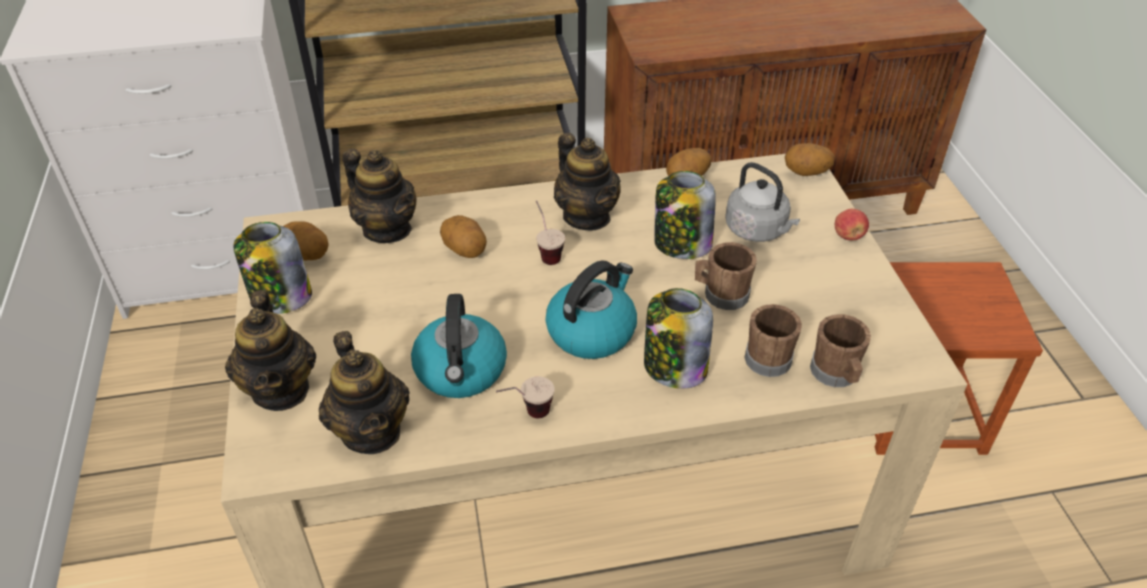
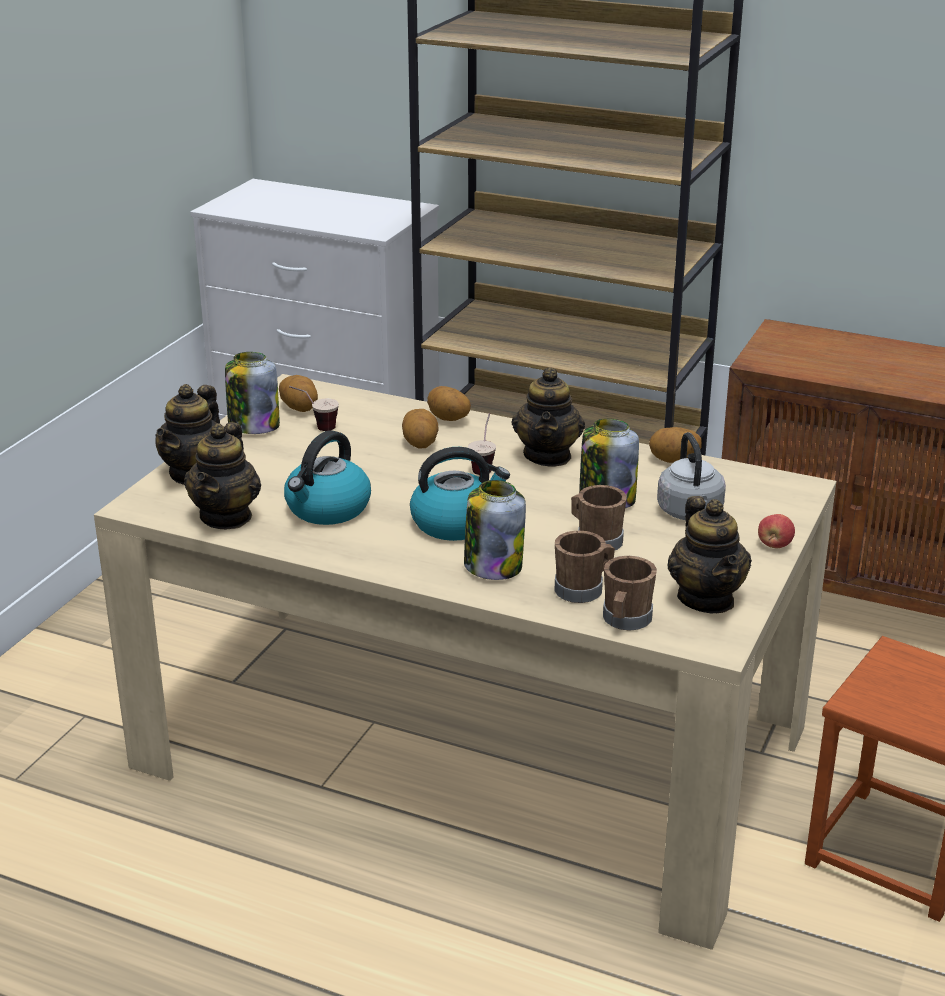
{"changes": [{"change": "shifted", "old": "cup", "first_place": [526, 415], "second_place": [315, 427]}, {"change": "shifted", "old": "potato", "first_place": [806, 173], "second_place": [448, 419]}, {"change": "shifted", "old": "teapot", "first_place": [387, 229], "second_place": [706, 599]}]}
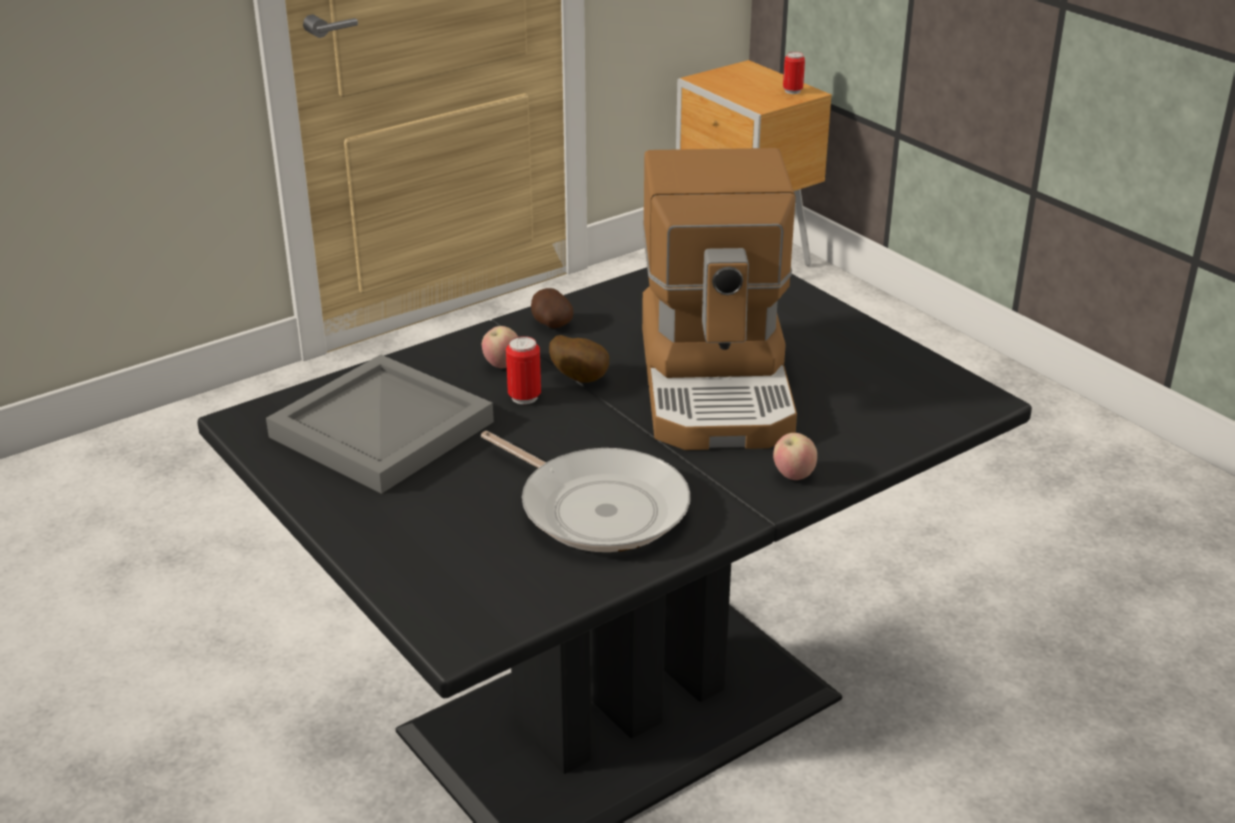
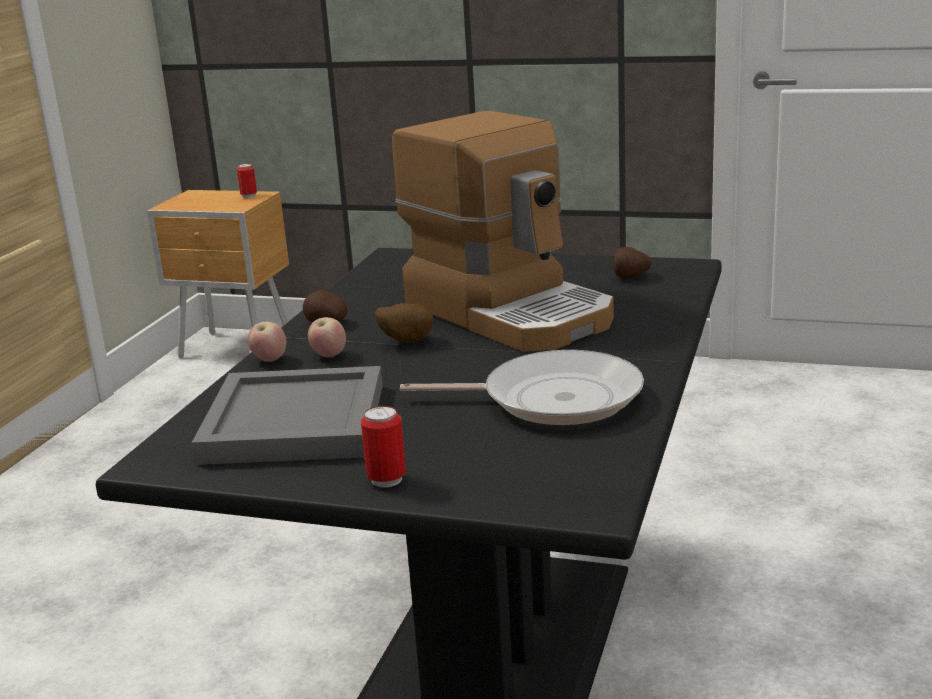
{"changes": [{"change": "shifted", "old": "apple", "first_place": [793, 475], "second_place": [269, 360]}, {"change": "shifted", "old": "can", "first_place": [524, 397], "second_place": [386, 479]}, {"change": "new", "new": "potato", "second_place": [630, 277]}]}
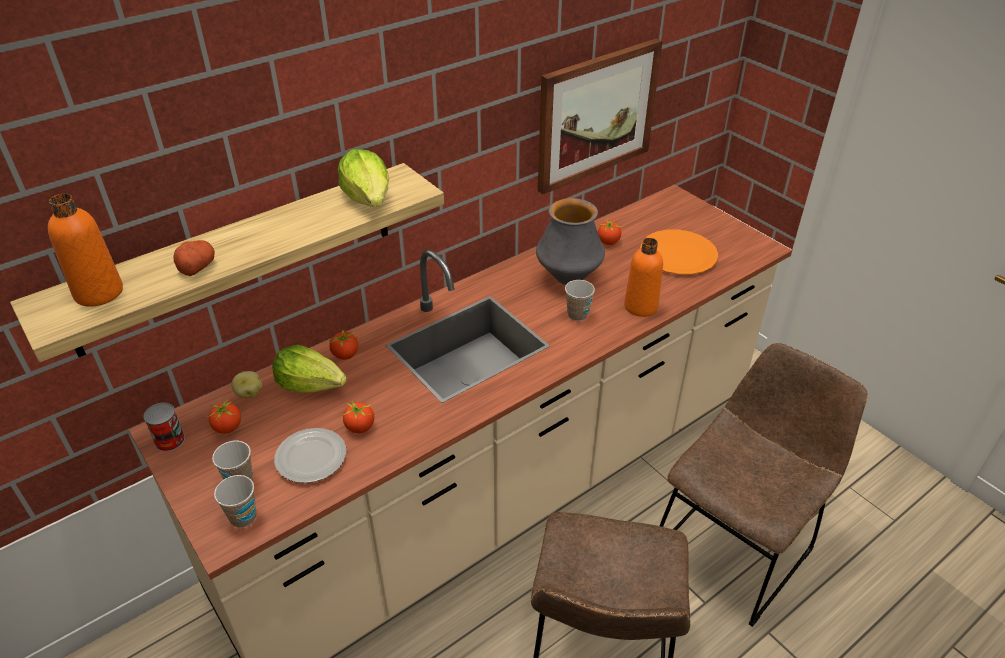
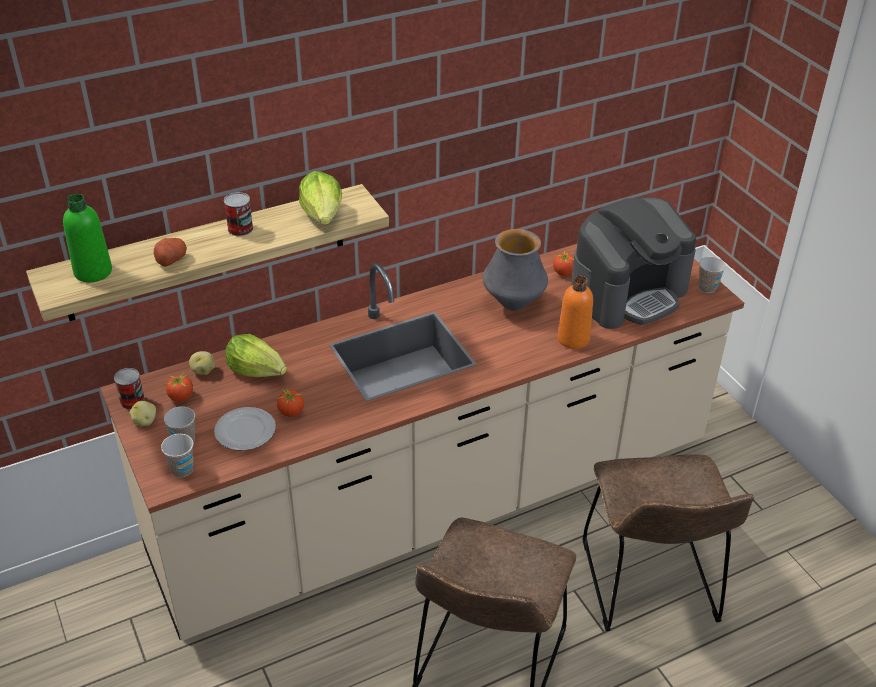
{"changes": [{"change": "repainted", "old": "orange_bottle", "new": "green_bottle", "first_place": [99, 293], "second_place": [93, 272]}, {"change": "new", "new": "potato", "second_place": [145, 421]}, {"change": "new", "new": "can", "second_place": [240, 229]}, {"change": "swapped", "old": "orange_plate", "new": "coffee_machine", "first_place": [678, 254], "second_place": [628, 293]}, {"change": "rotated", "old": "brown_chair", "first_place": [736, 546], "second_place": [650, 587], "degrees": 120}, {"change": "shifted", "old": "cup", "first_place": [577, 315], "second_place": [707, 288]}, {"change": "gone", "old": "tomato", "first_place": [345, 354]}, {"change": "gone", "old": "picture", "first_place": [596, 115]}]}
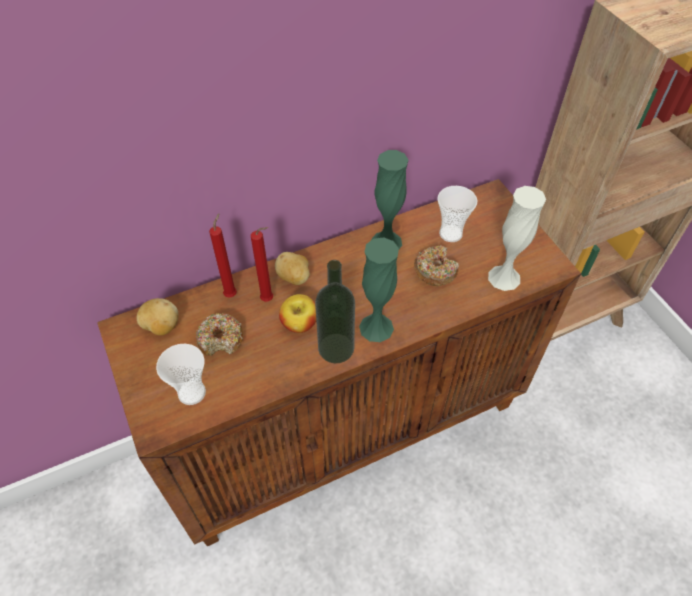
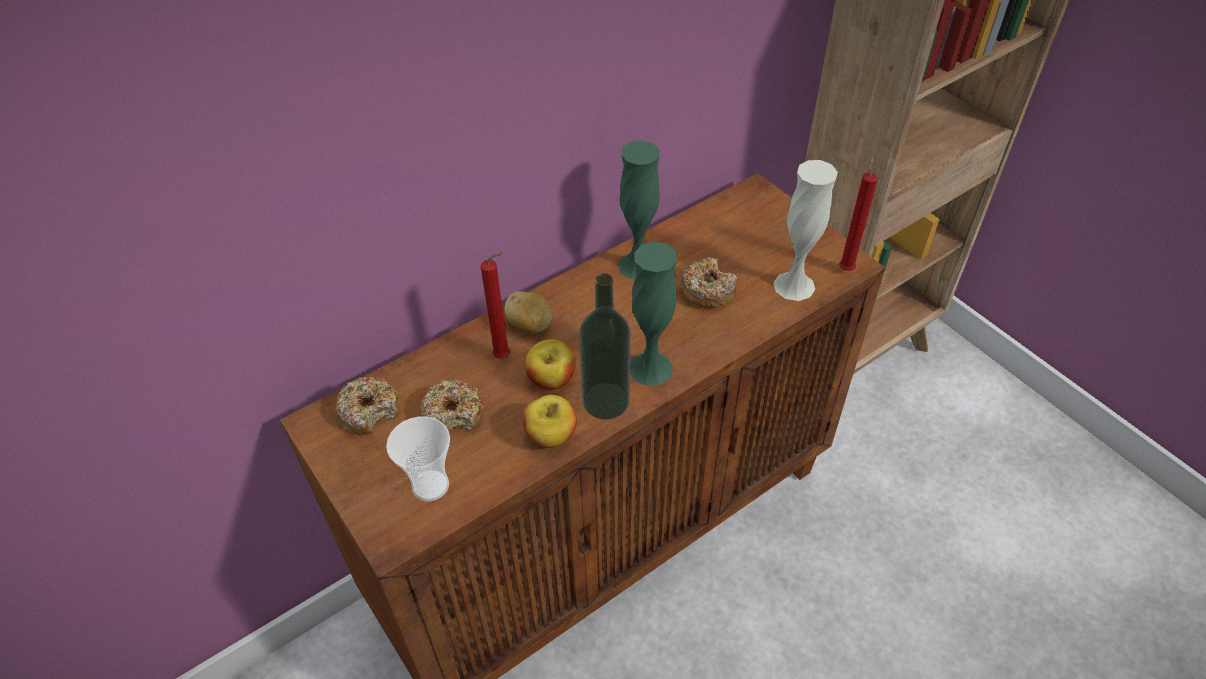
{"changes": [{"change": "swapped", "old": "potato", "new": "donut", "first_place": [161, 326], "second_place": [369, 411]}, {"change": "new", "new": "apple", "second_place": [550, 435]}, {"change": "shifted", "old": "red_candle", "first_place": [232, 293], "second_place": [846, 268]}, {"change": "gone", "old": "cup", "first_place": [450, 233]}]}
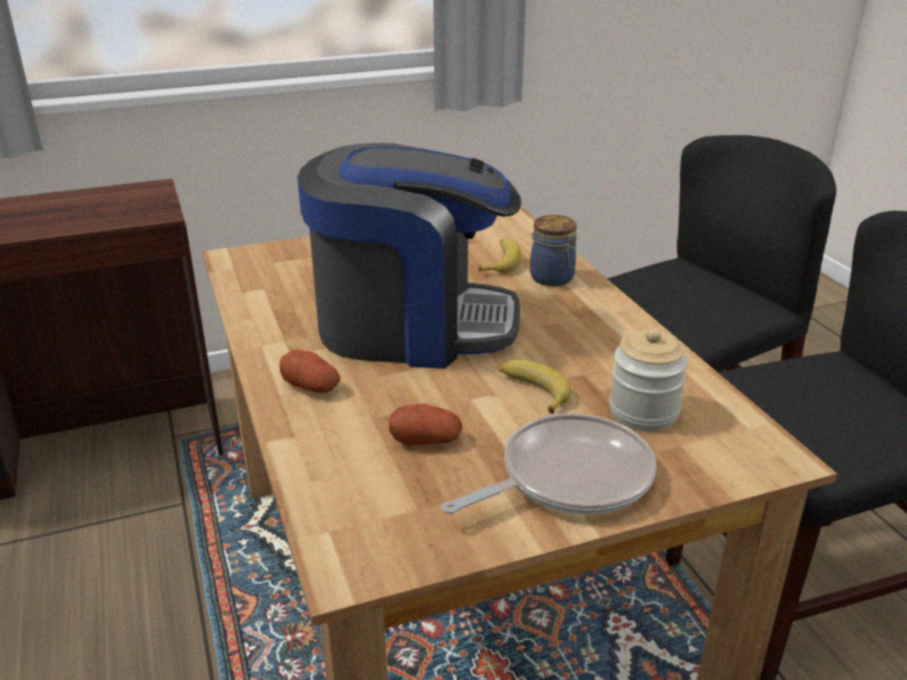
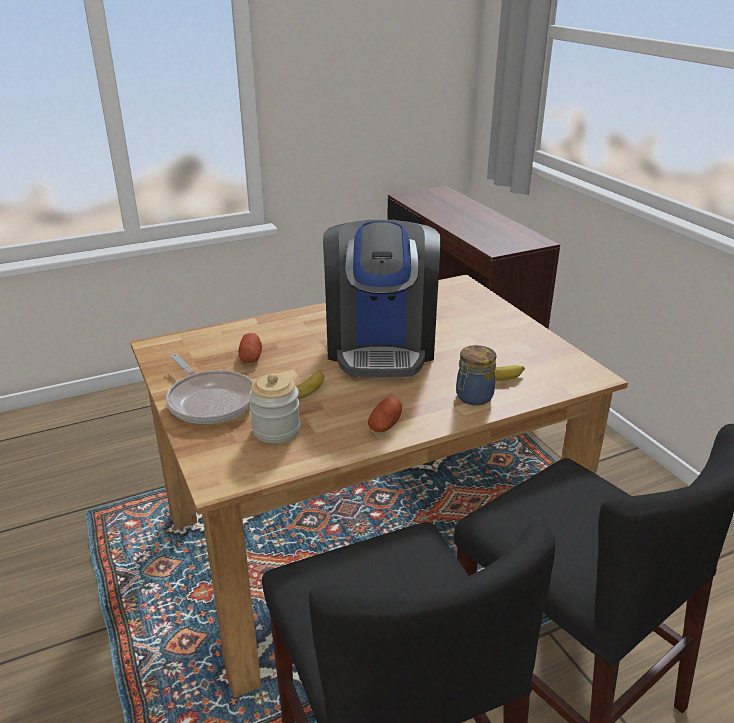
{"changes": [{"change": "shifted", "old": "potato", "first_place": [311, 386], "second_place": [385, 425]}]}
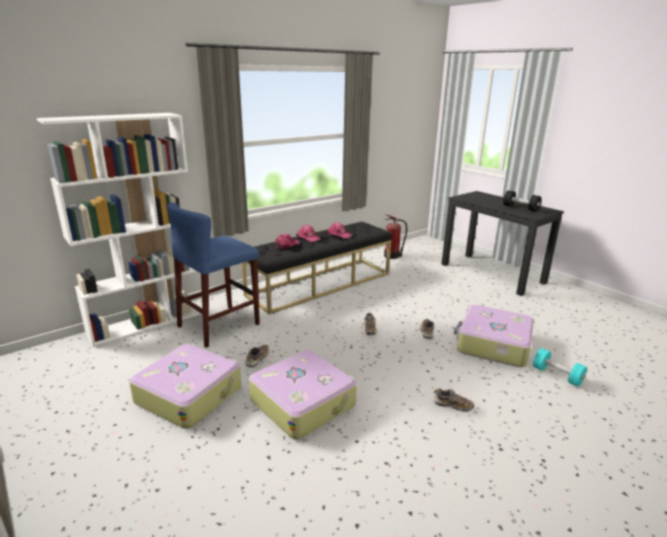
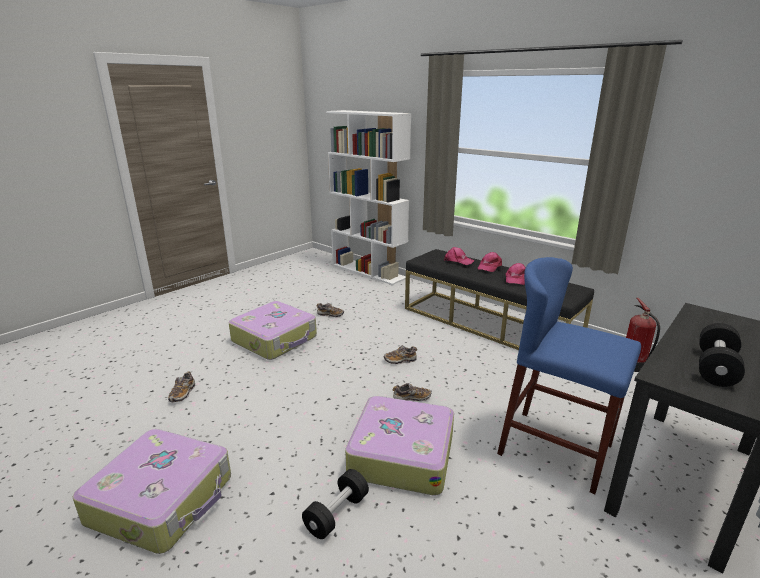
{"changes": [{"change": "shifted", "old": "suitcase", "first_place": [189, 394], "second_place": [163, 499]}, {"change": "shifted", "old": "shoe", "first_place": [452, 405], "second_place": [183, 394]}, {"change": "repainted", "old": "turquoise_dumbbell", "new": "black_dumbbell", "first_place": [557, 375], "second_place": [337, 514]}, {"change": "shifted", "old": "blue_stool", "first_place": [219, 325], "second_place": [555, 449]}]}
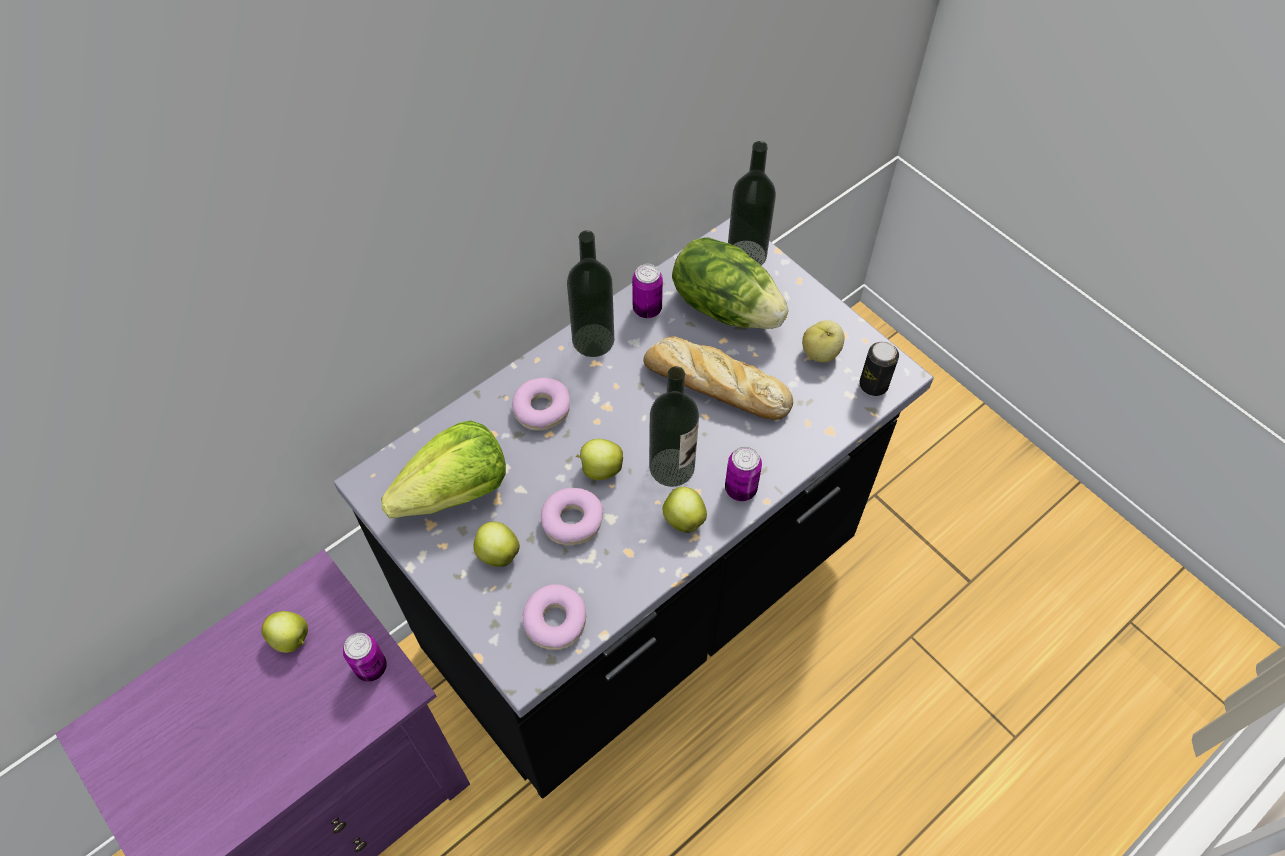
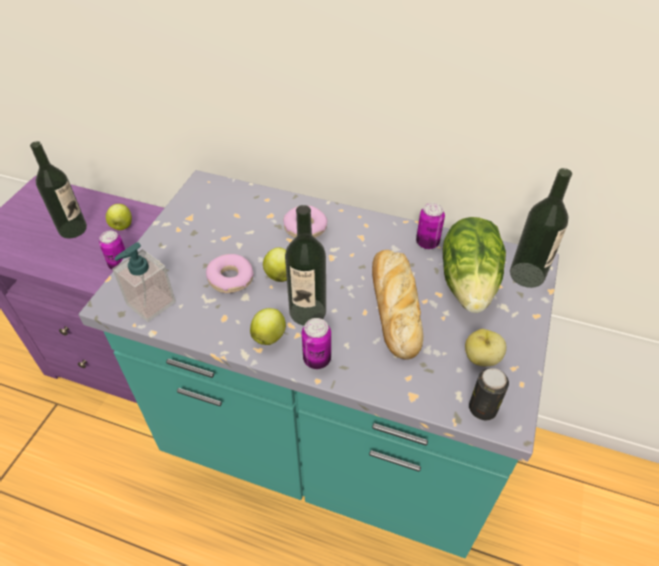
{"changes": [{"change": "shifted", "old": "bottle", "first_place": [593, 340], "second_place": [72, 229]}, {"change": "repainted", "old": "black_counter", "new": "turquoise_counter", "first_place": [642, 603], "second_place": [329, 447]}, {"change": "swapped", "old": "donut", "new": "soap_dispenser", "first_place": [555, 621], "second_place": [151, 303]}, {"change": "gone", "old": "lettuce", "first_place": [456, 492]}, {"change": "gone", "old": "apple", "first_place": [497, 553]}]}
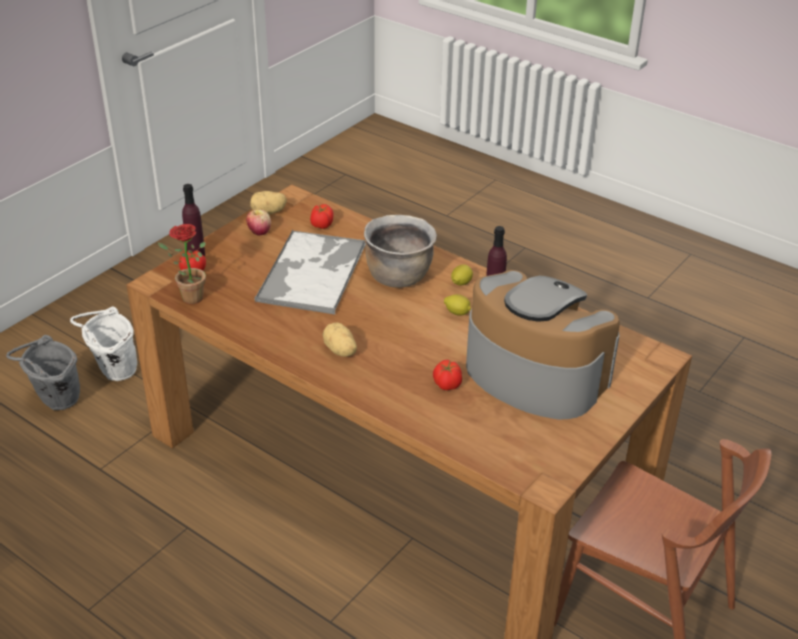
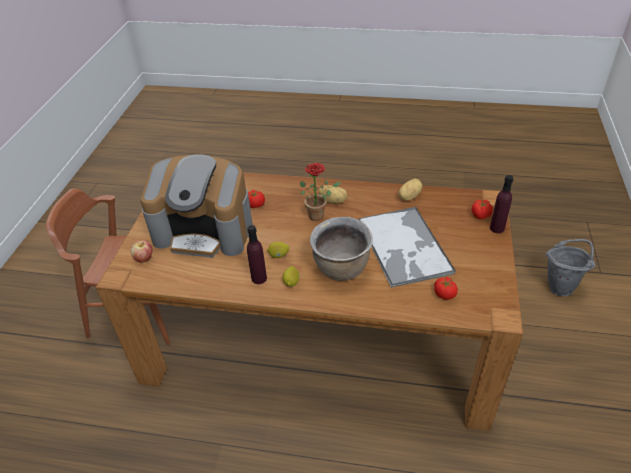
{"changes": [{"change": "shifted", "old": "apple", "first_place": [259, 232], "second_place": [144, 259]}, {"change": "shifted", "old": "potted_plant", "first_place": [188, 297], "second_place": [319, 215]}, {"change": "shifted", "old": "potato", "first_place": [268, 212], "second_place": [408, 196]}, {"change": "gone", "old": "white_bucket", "first_place": [113, 373]}]}
